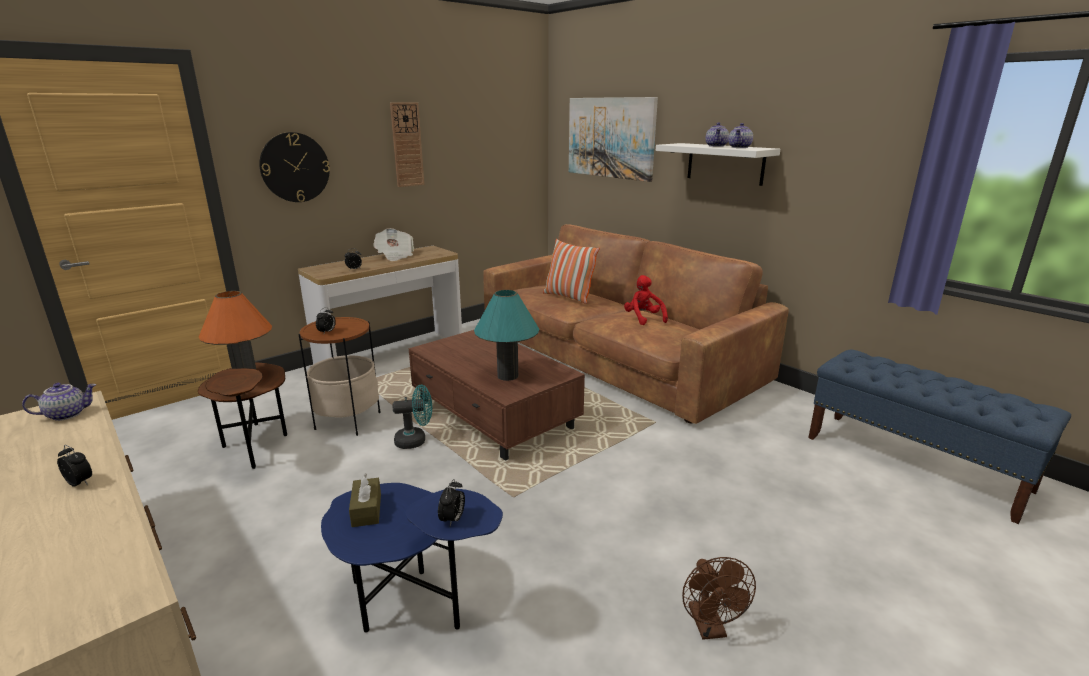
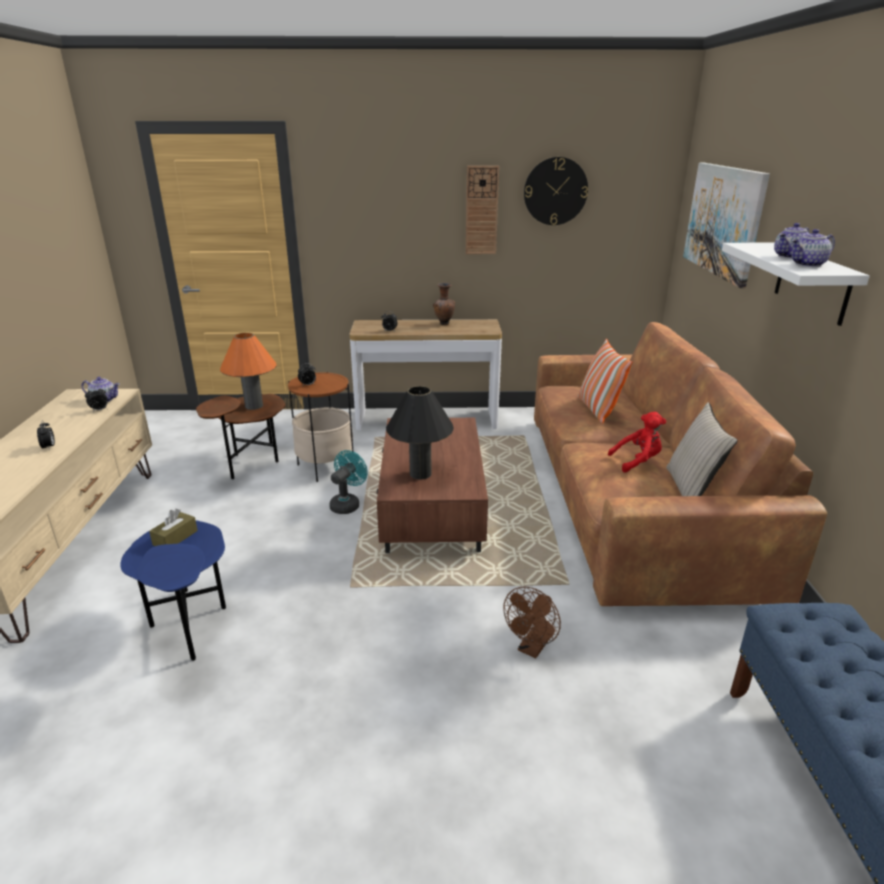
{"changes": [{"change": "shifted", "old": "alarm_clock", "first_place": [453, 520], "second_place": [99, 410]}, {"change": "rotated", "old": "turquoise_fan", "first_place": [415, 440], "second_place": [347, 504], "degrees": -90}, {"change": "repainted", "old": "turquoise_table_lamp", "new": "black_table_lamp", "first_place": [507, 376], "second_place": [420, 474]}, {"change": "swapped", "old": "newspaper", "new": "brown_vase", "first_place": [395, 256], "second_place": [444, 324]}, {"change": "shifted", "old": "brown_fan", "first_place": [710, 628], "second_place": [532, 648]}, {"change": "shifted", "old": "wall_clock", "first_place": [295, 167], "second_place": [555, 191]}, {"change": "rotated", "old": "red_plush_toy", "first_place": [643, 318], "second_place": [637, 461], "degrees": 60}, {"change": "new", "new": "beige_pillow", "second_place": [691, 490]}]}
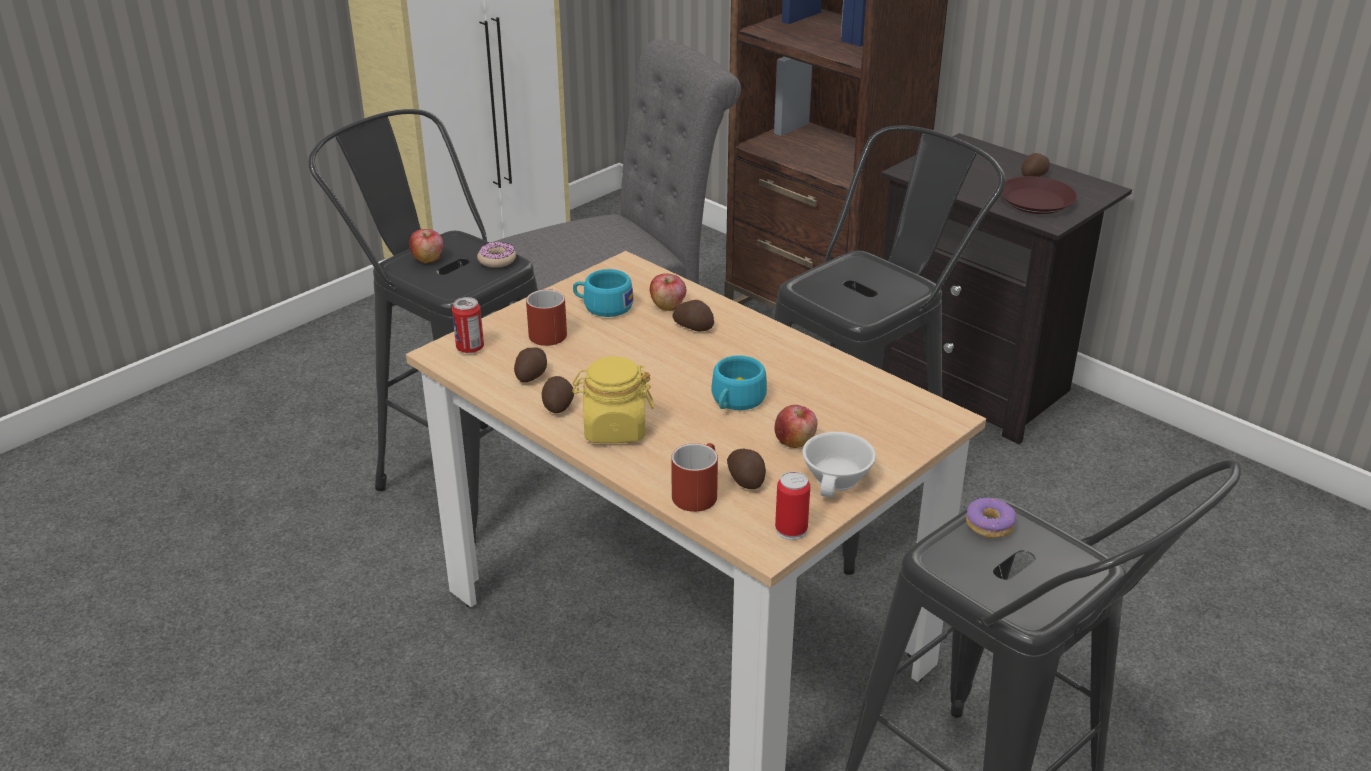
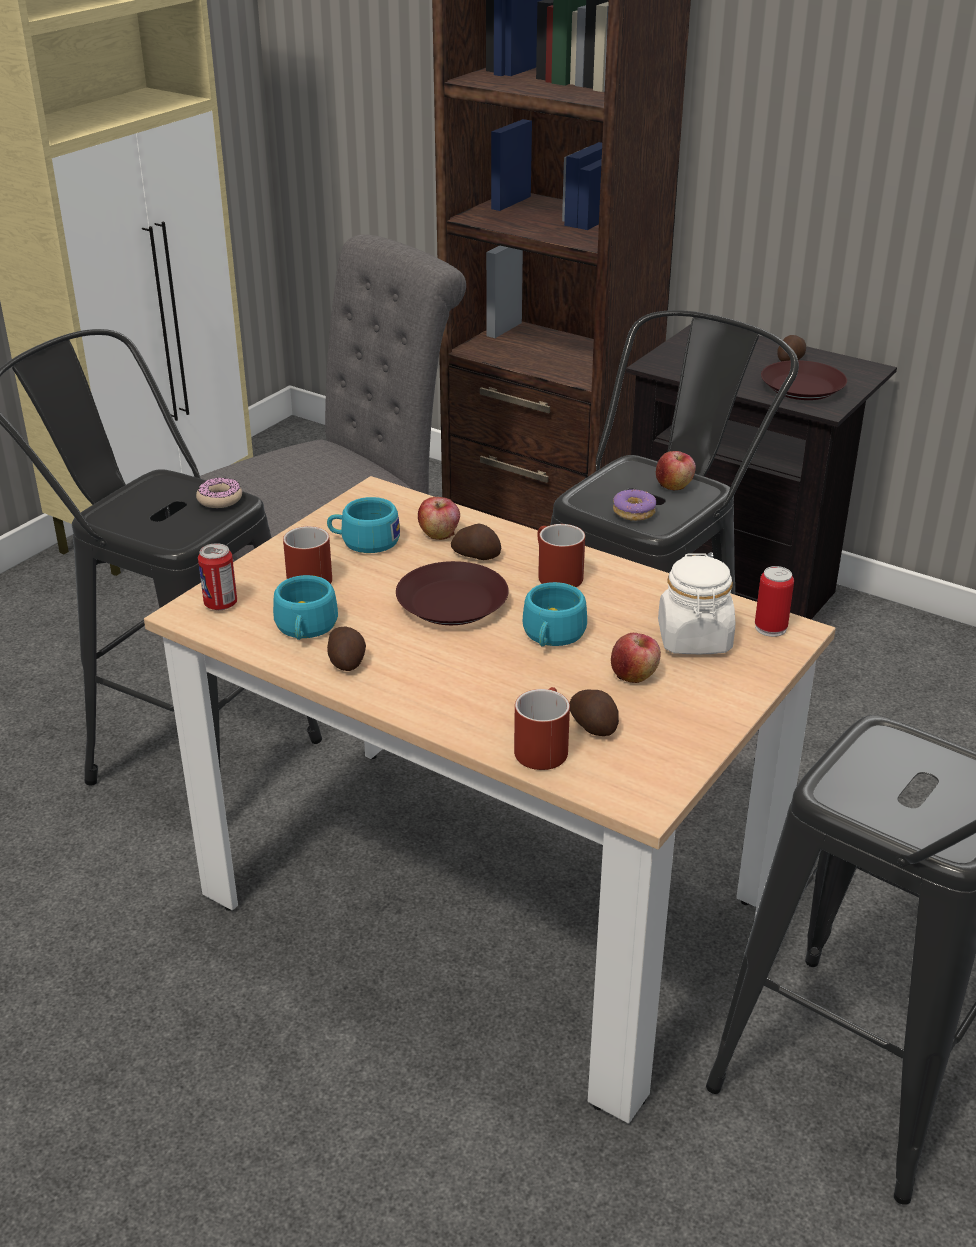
{"changes": [{"change": "swapped", "old": "potato", "new": "turquoise_cup", "first_place": [532, 375], "second_place": [305, 629]}, {"change": "new", "new": "brown_plate", "second_place": [452, 604]}, {"change": "new", "new": "red_mug", "second_place": [554, 575]}, {"change": "shifted", "old": "donut", "first_place": [990, 525], "second_place": [634, 512]}, {"change": "shifted", "old": "apple", "first_place": [428, 258], "second_place": [674, 485]}, {"change": "new", "new": "white_jar", "second_place": [694, 639]}, {"change": "shifted", "old": "can", "first_place": [791, 530], "second_place": [770, 628]}, {"change": "gone", "old": "yellow_jar", "first_place": [614, 429]}, {"change": "gone", "old": "white_cup", "first_place": [839, 480]}]}
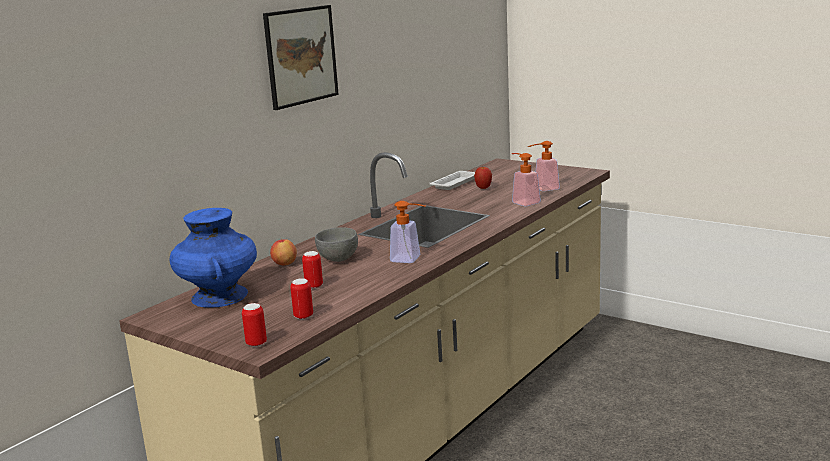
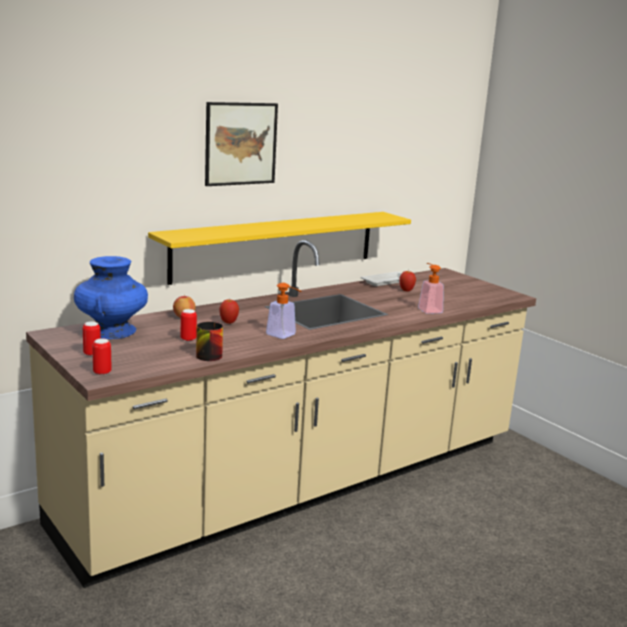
{"changes": [{"change": "shifted", "old": "can", "first_place": [303, 316], "second_place": [92, 354]}, {"change": "new", "new": "yellow_shelf", "second_place": [276, 245]}, {"change": "new", "new": "mug", "second_place": [209, 354]}, {"change": "swapped", "old": "grey_bowl", "new": "apple", "first_place": [338, 259], "second_place": [228, 322]}, {"change": "gone", "old": "soap_dispenser", "first_place": [542, 189]}]}
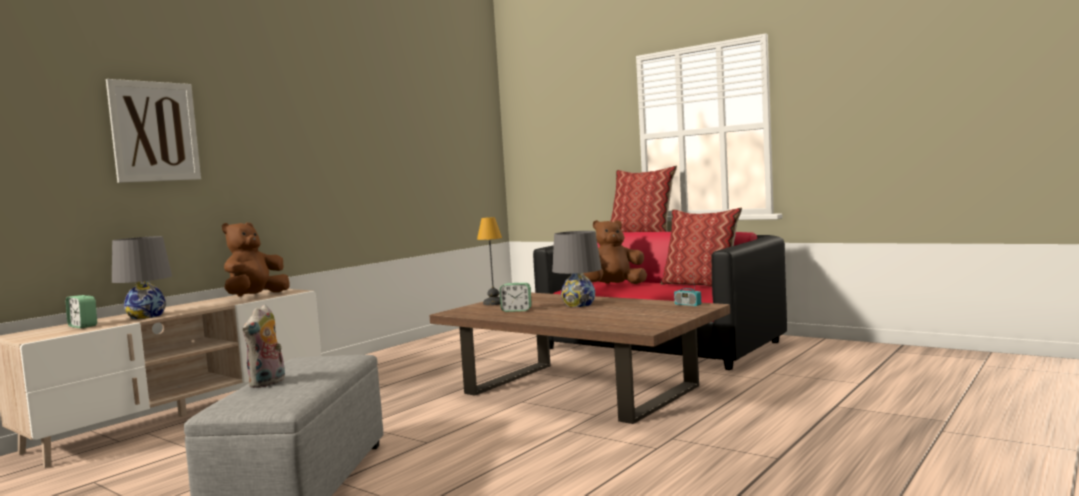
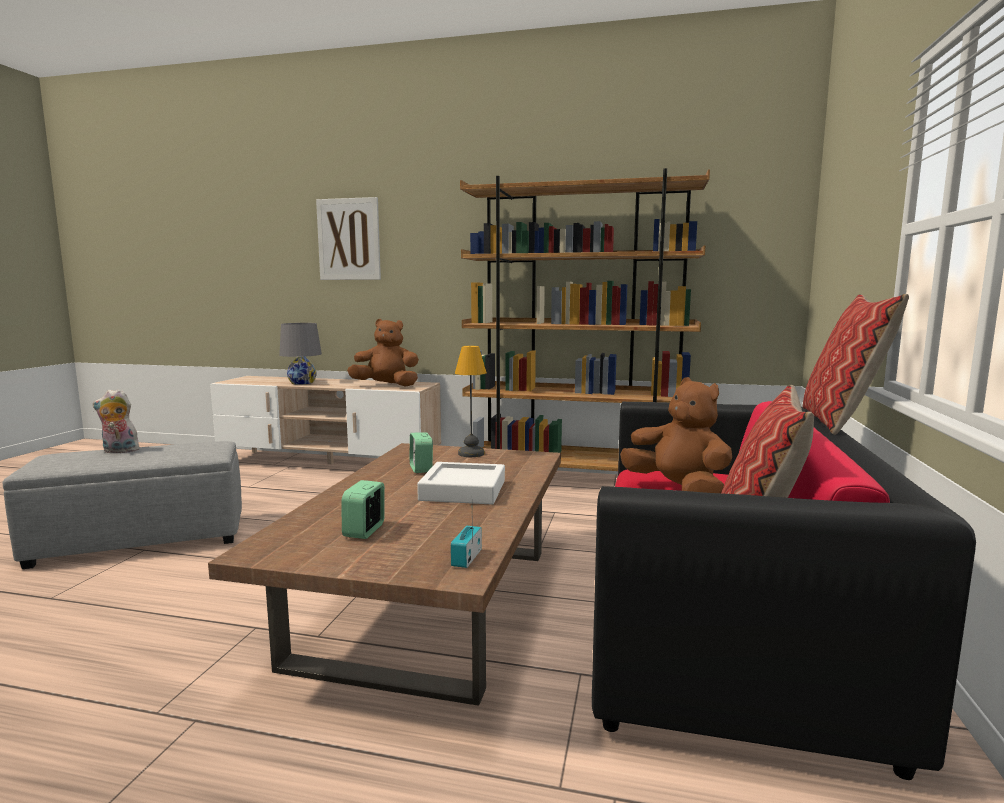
{"changes": [{"change": "shifted", "old": "alarm_clock", "first_place": [83, 326], "second_place": [364, 531]}, {"change": "swapped", "old": "grey_table_lamp", "new": "white_tray", "first_place": [578, 304], "second_place": [463, 490]}, {"change": "new", "new": "brown_bookcase", "second_place": [576, 482]}]}
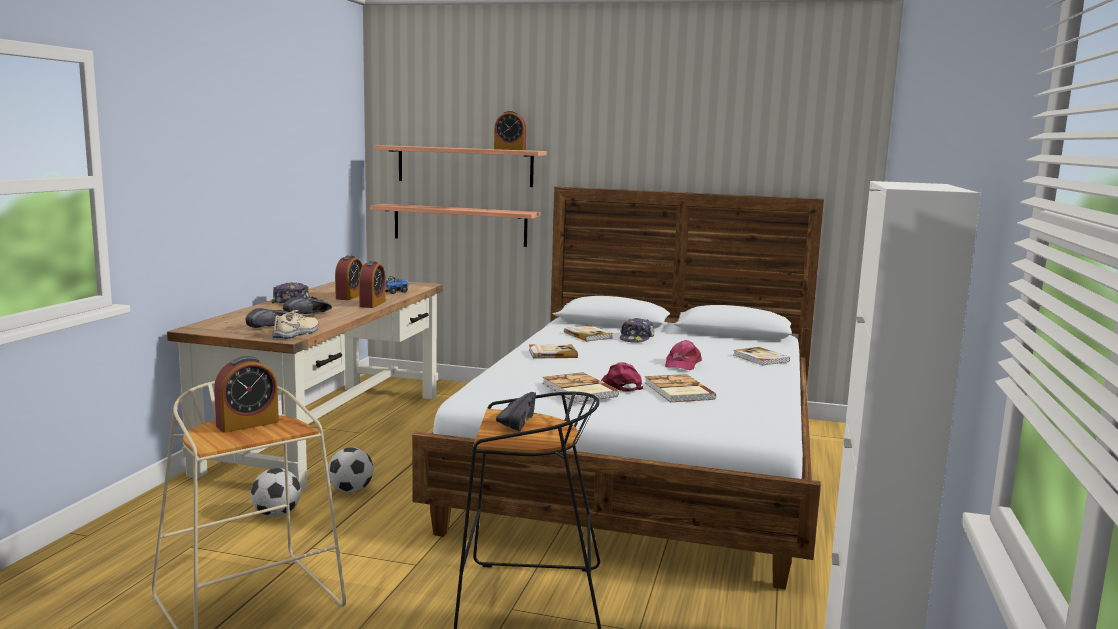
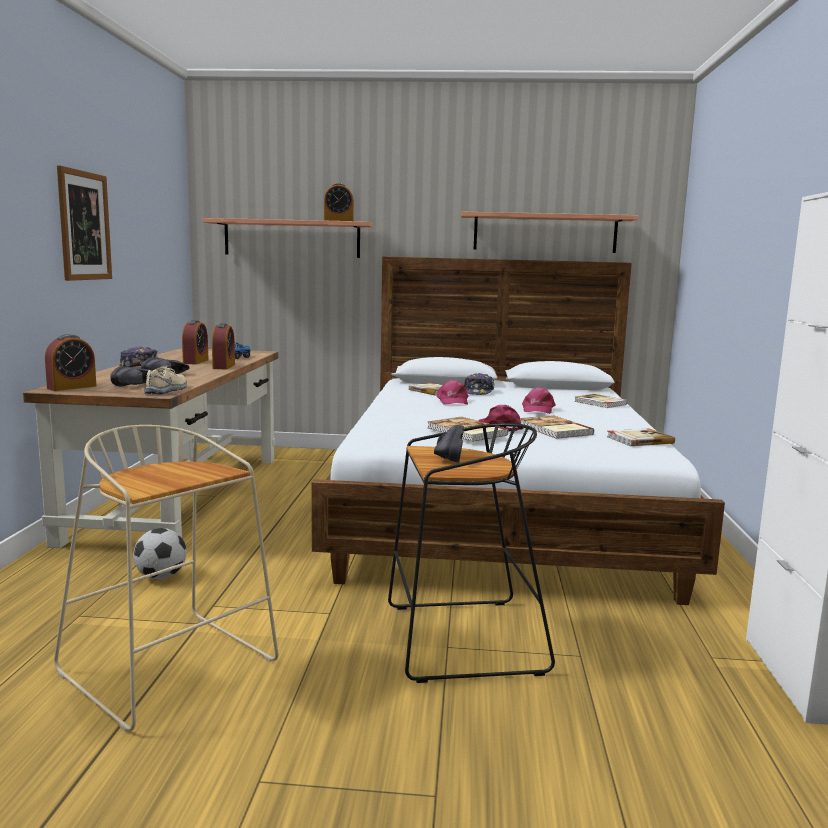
{"changes": [{"change": "shifted", "old": "alarm_clock", "first_place": [247, 424], "second_place": [72, 387]}, {"change": "new", "new": "picture", "second_place": [84, 226]}, {"change": "new", "new": "pink_cap", "second_place": [452, 401]}, {"change": "shifted", "old": "shelf", "first_place": [460, 225], "second_place": [545, 233]}, {"change": "shifted", "old": "book", "first_place": [552, 353], "second_place": [639, 440]}, {"change": "gone", "old": "football", "first_place": [350, 490]}]}
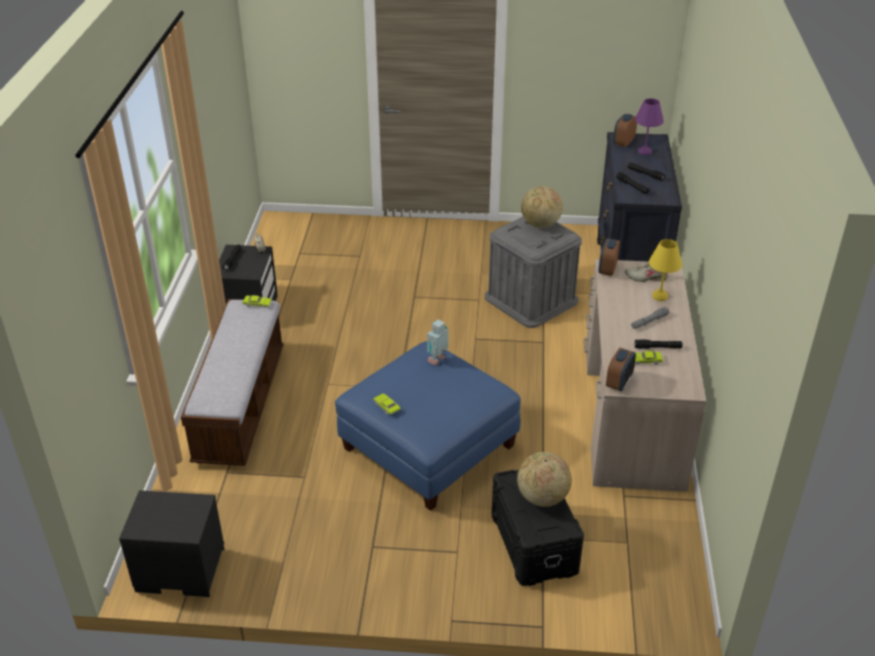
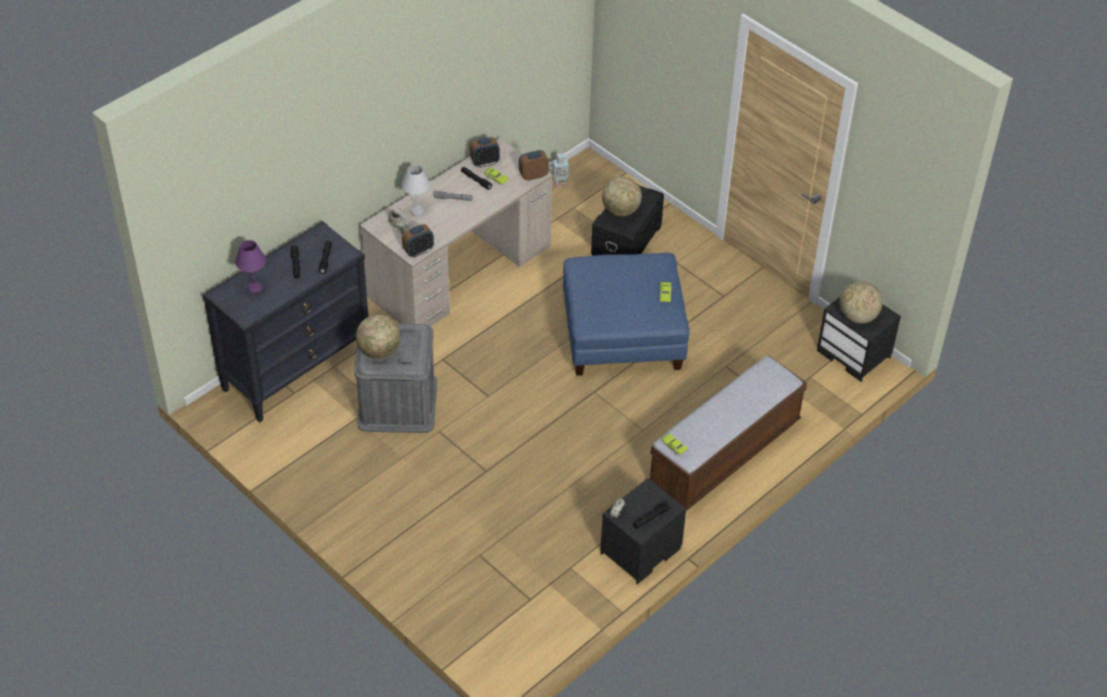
{"changes": [{"change": "repainted", "old": "yellow_table_lamp", "new": "white_table_lamp", "first_place": [659, 296], "second_place": [417, 211]}, {"change": "shifted", "old": "alarm_clock", "first_place": [623, 142], "second_place": [485, 162]}, {"change": "shifted", "old": "toy_robot", "first_place": [438, 360], "second_place": [559, 184]}, {"change": "new", "new": "globe", "second_place": [857, 316]}]}
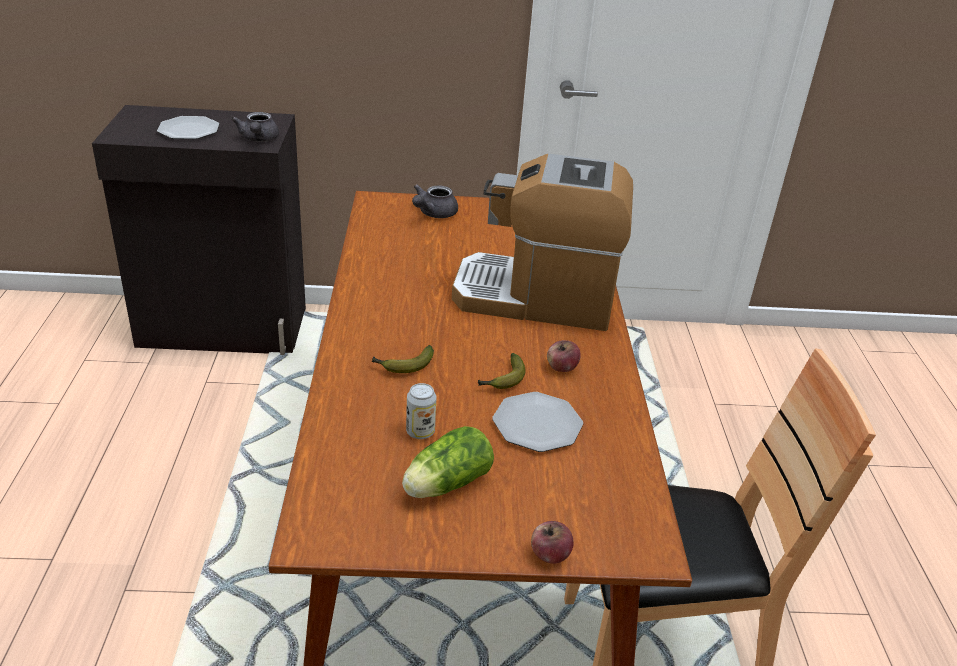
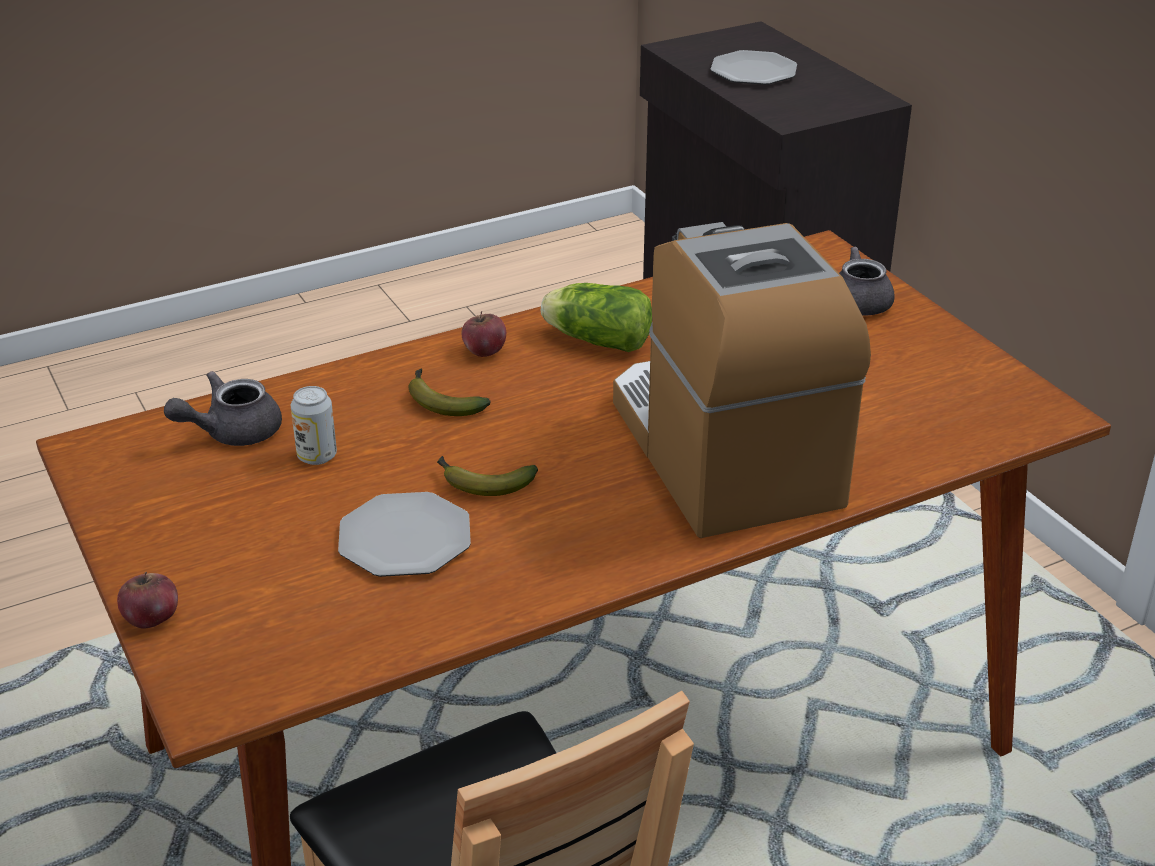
{"changes": [{"change": "shifted", "old": "grey_teapot", "first_place": [258, 139], "second_place": [232, 432]}, {"change": "shifted", "old": "apple", "first_place": [561, 368], "second_place": [484, 352]}, {"change": "shifted", "old": "lettuce", "first_place": [444, 484], "second_place": [595, 340]}]}
